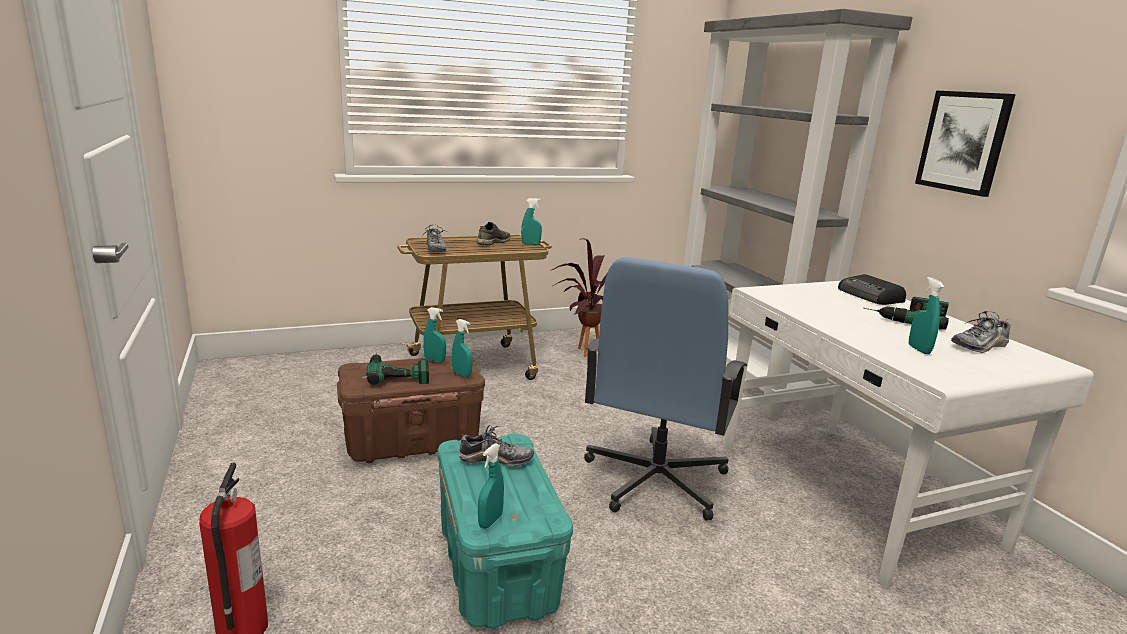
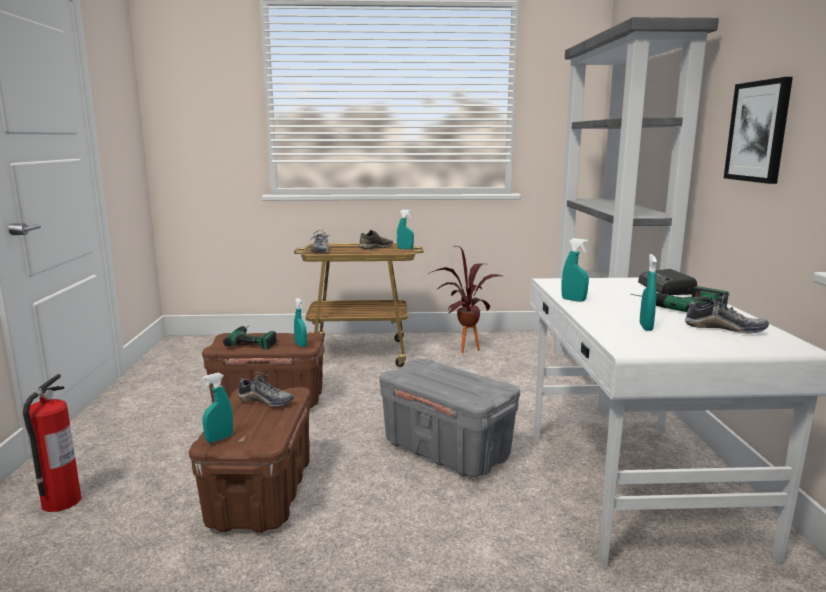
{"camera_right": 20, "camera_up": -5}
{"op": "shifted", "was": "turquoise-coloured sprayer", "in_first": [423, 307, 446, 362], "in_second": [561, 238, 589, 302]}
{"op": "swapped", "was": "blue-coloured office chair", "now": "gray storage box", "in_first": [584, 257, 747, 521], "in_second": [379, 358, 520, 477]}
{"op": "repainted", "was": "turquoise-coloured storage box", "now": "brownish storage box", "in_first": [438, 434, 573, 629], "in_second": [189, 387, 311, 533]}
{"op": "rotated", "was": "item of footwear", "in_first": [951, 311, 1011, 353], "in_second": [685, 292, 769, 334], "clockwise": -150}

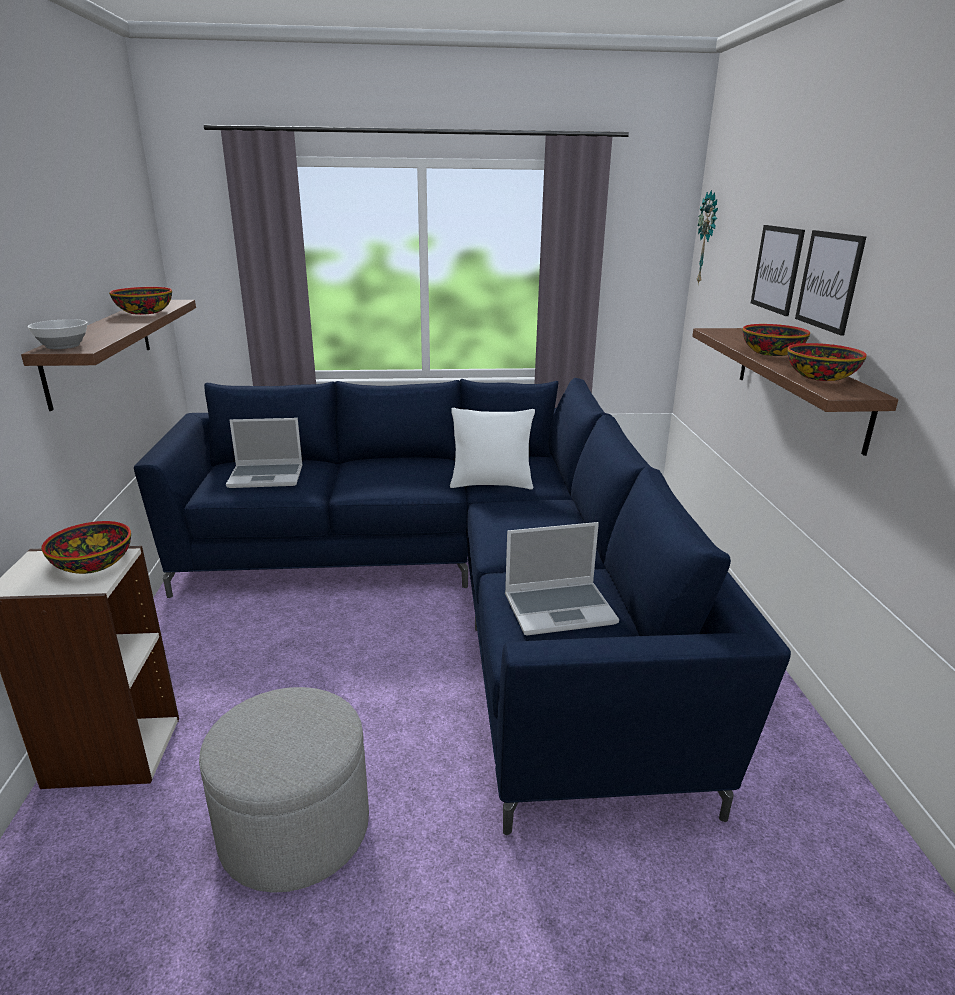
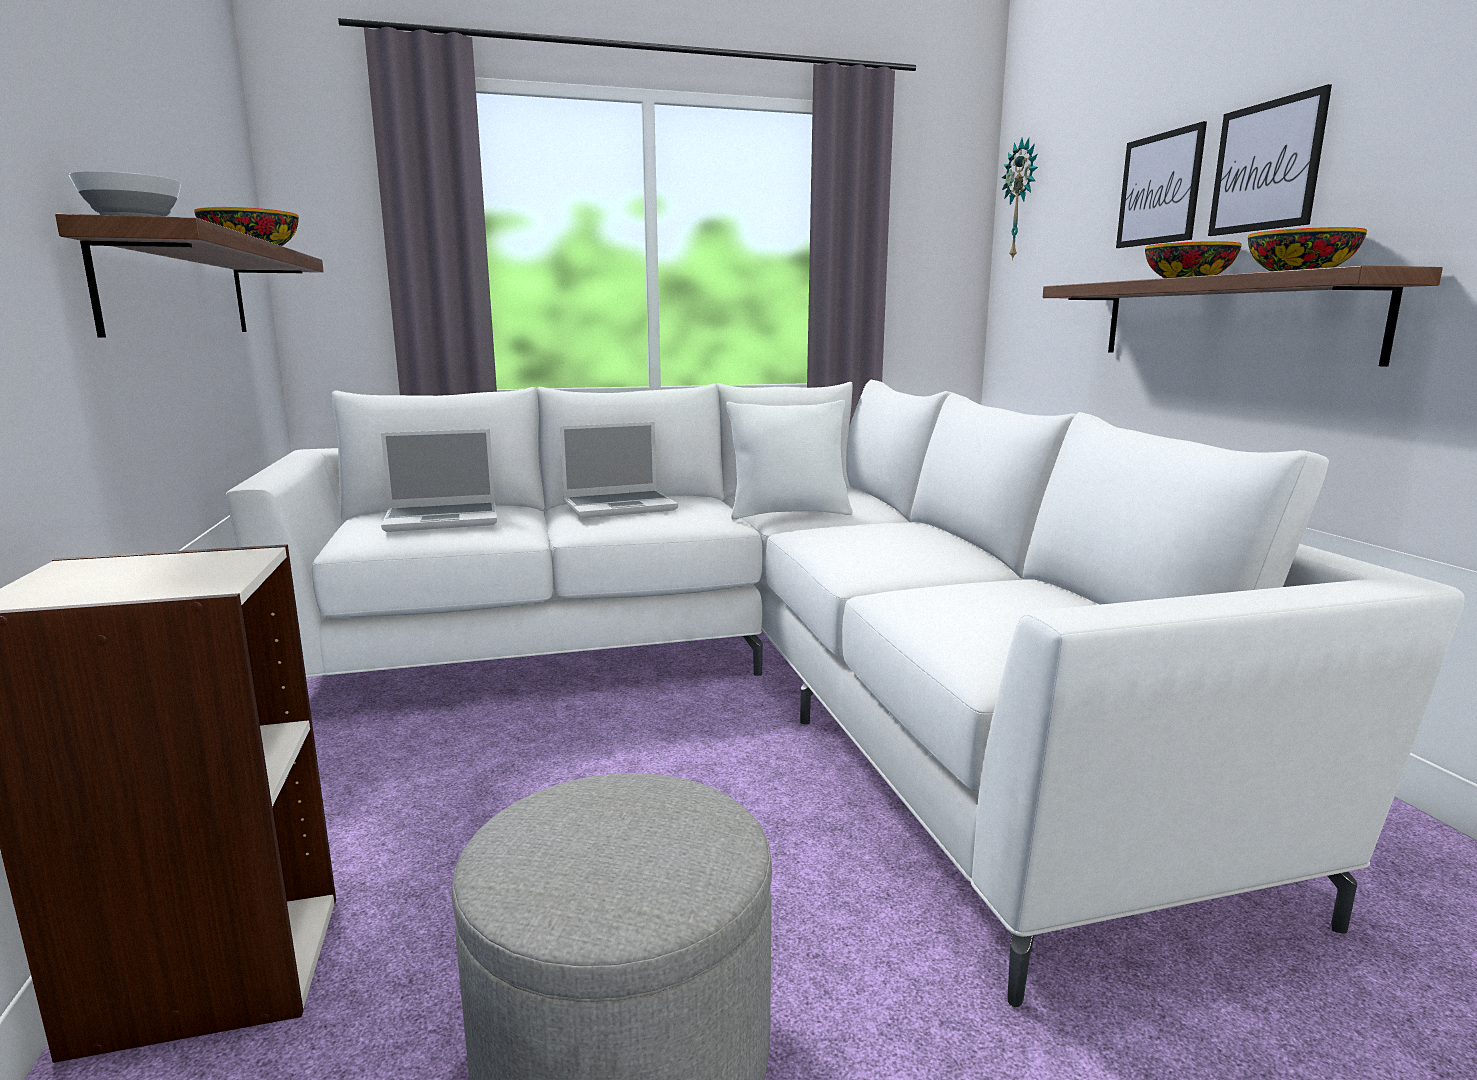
{"camera_right": -10, "camera_up": -10}
{"op": "gone", "was": "serving bowl", "in_first": [41, 521, 131, 574]}
{"op": "shifted", "was": "portable computer", "in_first": [505, 522, 619, 635], "in_second": [560, 422, 678, 518]}
{"op": "repainted", "was": "blue-coloured couch", "now": "whitish couch", "in_first": [134, 378, 791, 835], "in_second": [226, 379, 1465, 1007]}

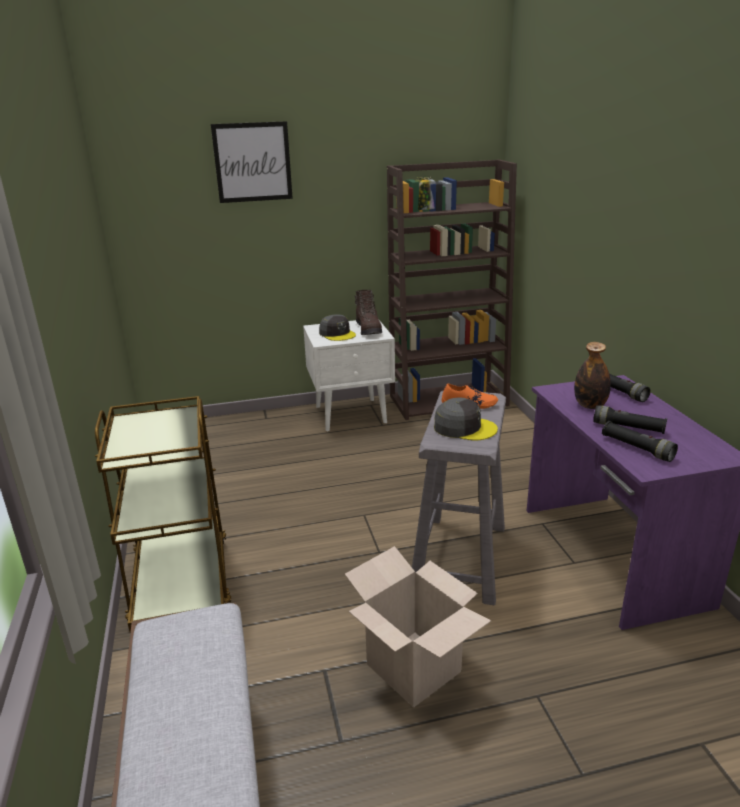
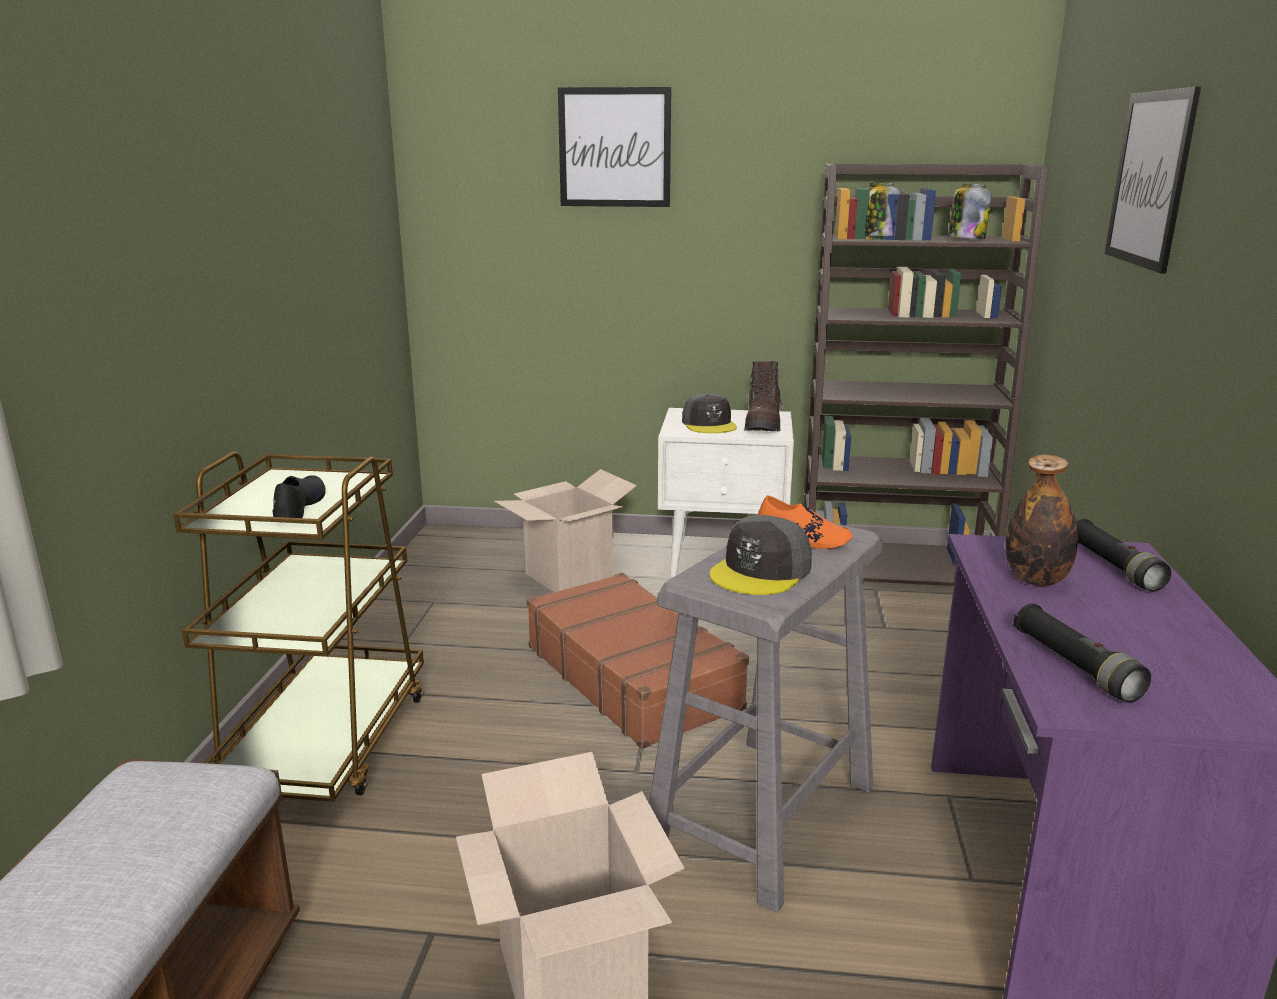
{"camera_right": 20, "camera_up": -5}
{"op": "gone", "was": "black-coloured hand torch", "in_first": [593, 405, 667, 434]}
{"op": "new", "now": "black-coloured item of footwear", "in_second": [272, 475, 326, 518]}
{"op": "new", "now": "packing box", "in_second": [494, 469, 637, 592]}
{"op": "new", "now": "brownish piece of luggage", "in_second": [527, 573, 749, 749]}
{"op": "new", "now": "jar", "in_second": [948, 183, 992, 239]}
{"op": "new", "now": "wall art", "in_second": [1105, 87, 1201, 274]}
{"op": "rotated", "was": "gray peaked cap", "in_first": [434, 397, 498, 441], "in_second": [710, 515, 812, 595], "clockwise": 90}

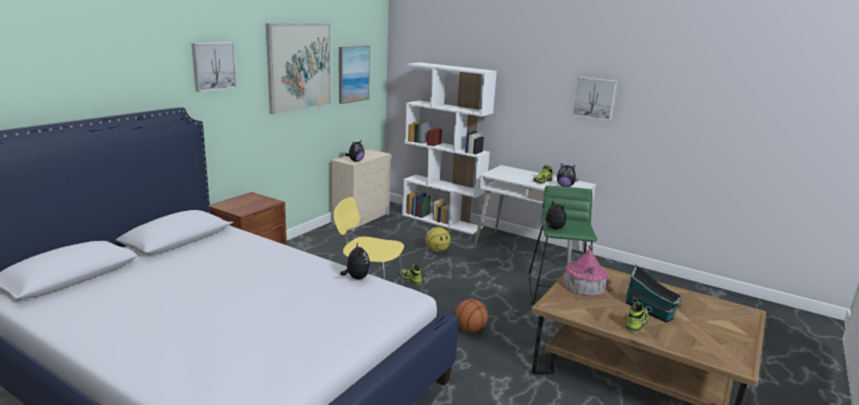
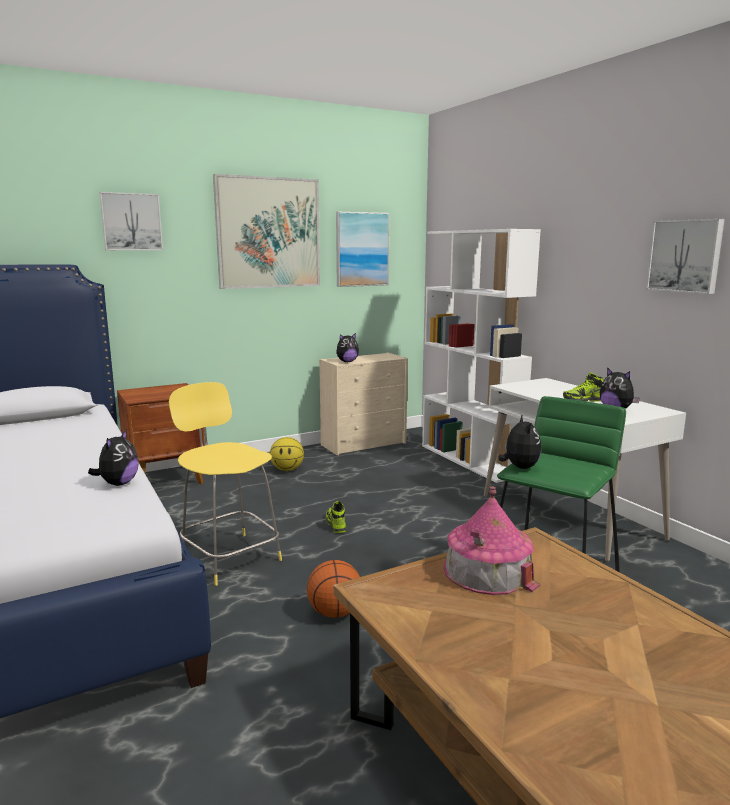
{"camera_right": 30, "camera_up": -5}
{"op": "gone", "was": "toy house", "in_first": [625, 264, 683, 323]}
{"op": "gone", "was": "item of footwear", "in_first": [626, 302, 648, 333]}
{"op": "shifted", "was": "ball for basketball", "in_first": [425, 227, 451, 252], "in_second": [270, 437, 304, 471]}

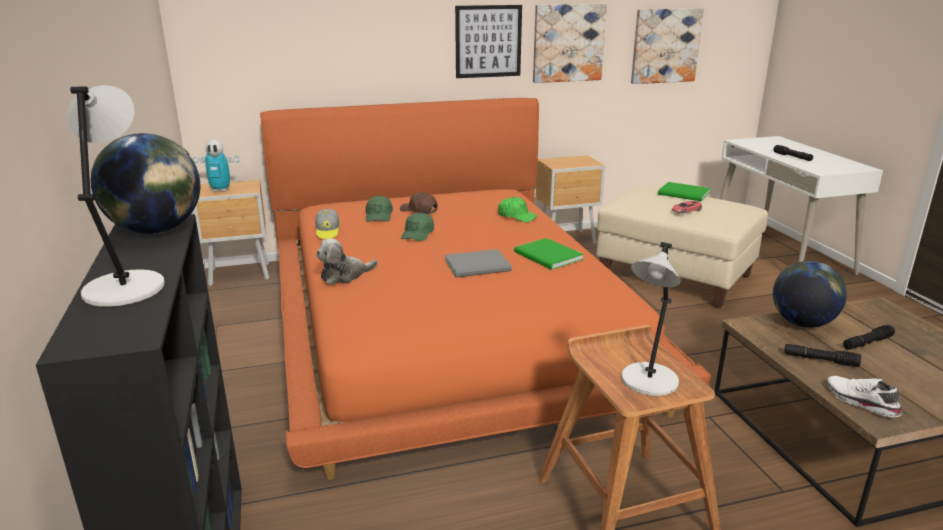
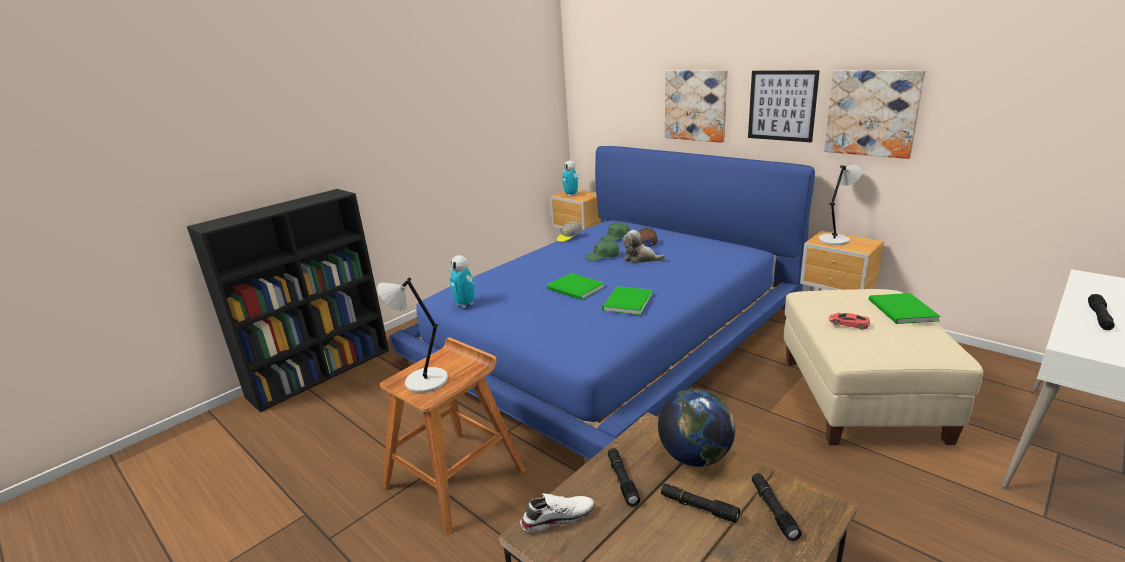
{"camera_right": 60, "camera_up": 0}
{"op": "gone", "was": "desk globe", "in_first": [91, 133, 200, 234]}
{"op": "gone", "was": "greenish peaked cap", "in_first": [498, 197, 538, 222]}
{"op": "new", "now": "toy robot", "in_second": [448, 255, 475, 308]}
{"op": "new", "now": "black-coloured hand torch", "in_second": [752, 473, 802, 541]}
{"op": "shifted", "was": "gray table lamp", "in_first": [67, 85, 165, 307], "in_second": [819, 164, 862, 245]}
{"op": "shifted", "was": "cuddly toy", "in_first": [316, 238, 378, 285], "in_second": [623, 230, 665, 263]}
{"op": "shifted", "was": "wall art", "in_first": [631, 8, 704, 84], "in_second": [665, 70, 728, 143]}
{"op": "repainted", "was": "orange-coloured bedroom bed", "now": "blue-coloured bedroom bed", "in_first": [260, 98, 711, 480], "in_second": [389, 146, 815, 464]}
{"op": "repainted", "was": "gray bound book", "now": "greenish bound book", "in_first": [445, 249, 512, 277], "in_second": [547, 273, 604, 300]}
{"op": "rotated", "was": "whitish item of footwear", "in_first": [828, 376, 902, 417], "in_second": [520, 493, 594, 533], "clockwise": 45}

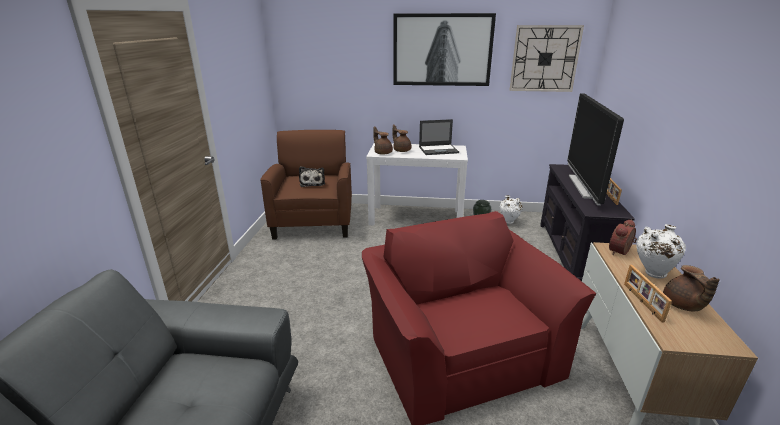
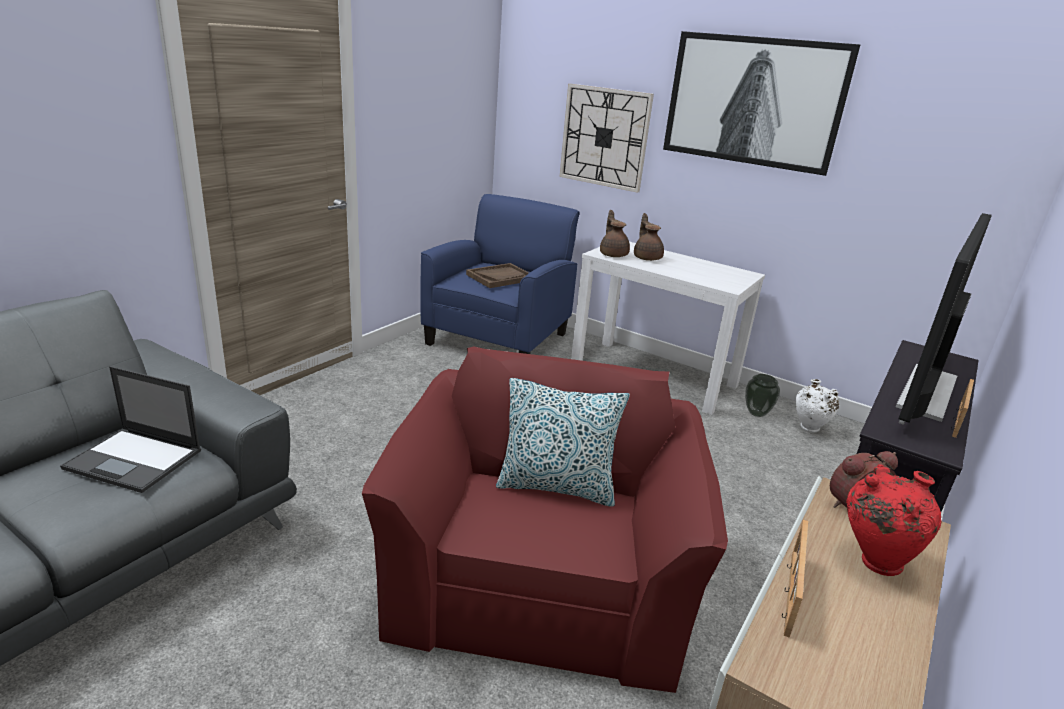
{"camera_right": 25, "camera_up": 0}
{"op": "gone", "was": "brownish tea pot", "in_first": [663, 265, 720, 311]}
{"op": "new", "now": "pillow", "in_second": [496, 378, 630, 507]}
{"op": "shifted", "was": "portable computer", "in_first": [419, 119, 459, 155], "in_second": [60, 366, 201, 493]}
{"op": "shifted", "was": "hanging clock", "in_first": [510, 25, 584, 92], "in_second": [560, 84, 654, 193]}
{"op": "swapped", "was": "cuddly toy", "now": "brownish tray", "in_first": [299, 166, 325, 187], "in_second": [466, 263, 529, 288]}
{"op": "repainted", "was": "brownish lounge chair", "now": "blue-coloured lounge chair", "in_first": [260, 130, 352, 239], "in_second": [420, 194, 580, 354]}
{"op": "repainted", "was": "whitish flower vase", "now": "red-coloured flower vase", "in_first": [636, 224, 686, 279], "in_second": [846, 464, 942, 576]}

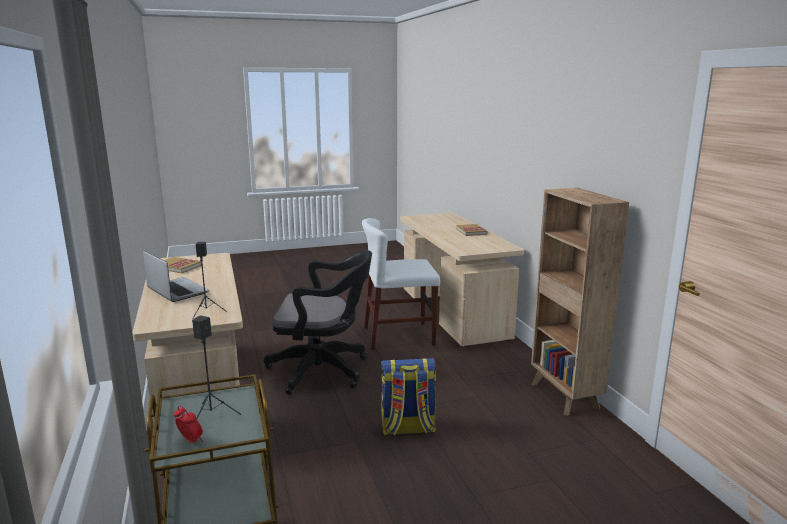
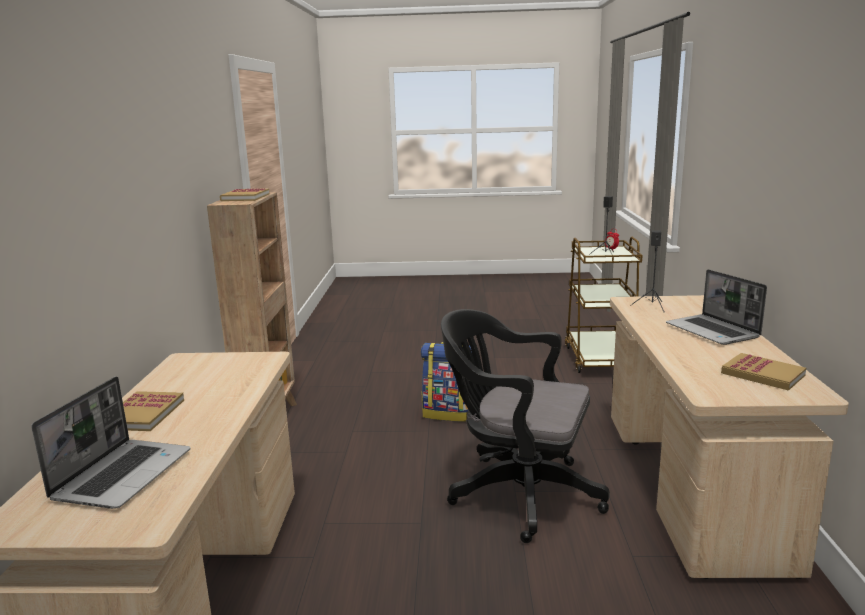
{"camera_right": -160, "camera_up": 0}
{"op": "gone", "was": "whitish plain chair", "in_first": [362, 218, 440, 350]}
{"op": "new", "now": "portable computer", "in_second": [31, 376, 191, 509]}
{"op": "new", "now": "bound book", "in_second": [220, 188, 270, 201]}

